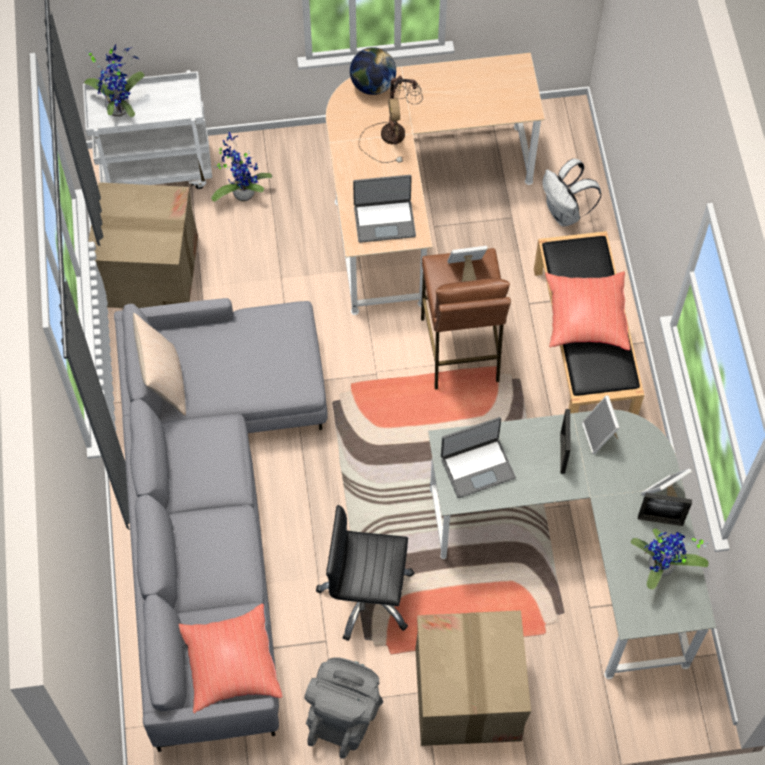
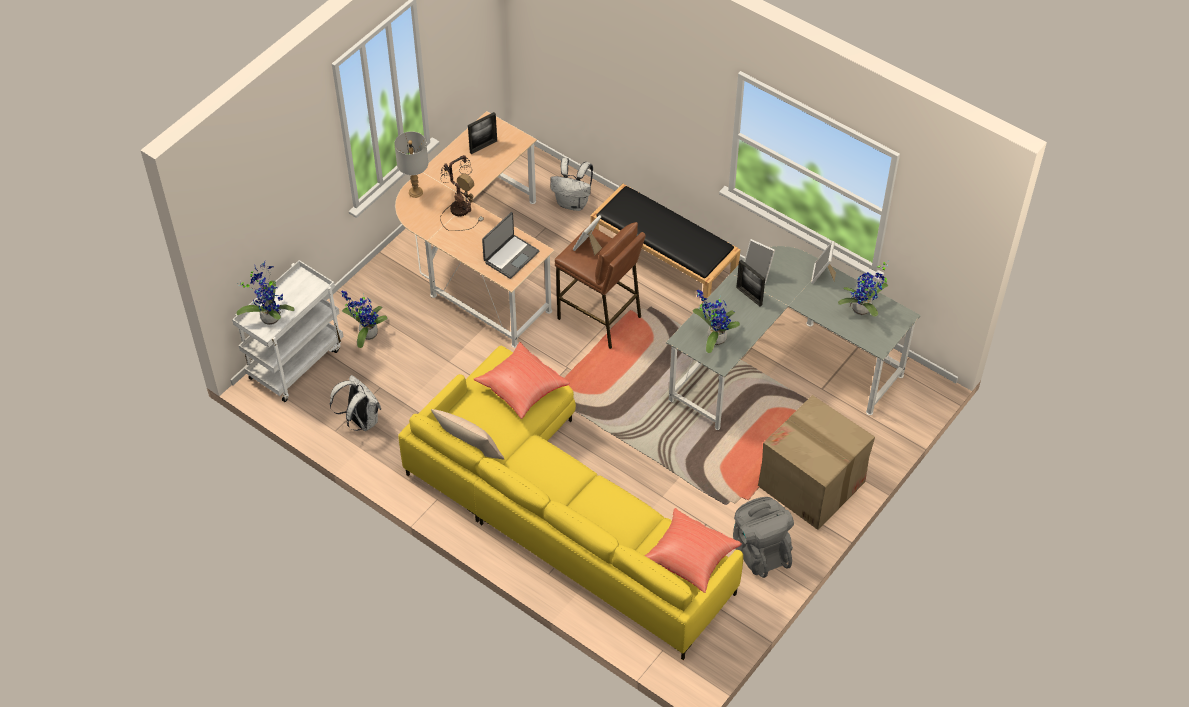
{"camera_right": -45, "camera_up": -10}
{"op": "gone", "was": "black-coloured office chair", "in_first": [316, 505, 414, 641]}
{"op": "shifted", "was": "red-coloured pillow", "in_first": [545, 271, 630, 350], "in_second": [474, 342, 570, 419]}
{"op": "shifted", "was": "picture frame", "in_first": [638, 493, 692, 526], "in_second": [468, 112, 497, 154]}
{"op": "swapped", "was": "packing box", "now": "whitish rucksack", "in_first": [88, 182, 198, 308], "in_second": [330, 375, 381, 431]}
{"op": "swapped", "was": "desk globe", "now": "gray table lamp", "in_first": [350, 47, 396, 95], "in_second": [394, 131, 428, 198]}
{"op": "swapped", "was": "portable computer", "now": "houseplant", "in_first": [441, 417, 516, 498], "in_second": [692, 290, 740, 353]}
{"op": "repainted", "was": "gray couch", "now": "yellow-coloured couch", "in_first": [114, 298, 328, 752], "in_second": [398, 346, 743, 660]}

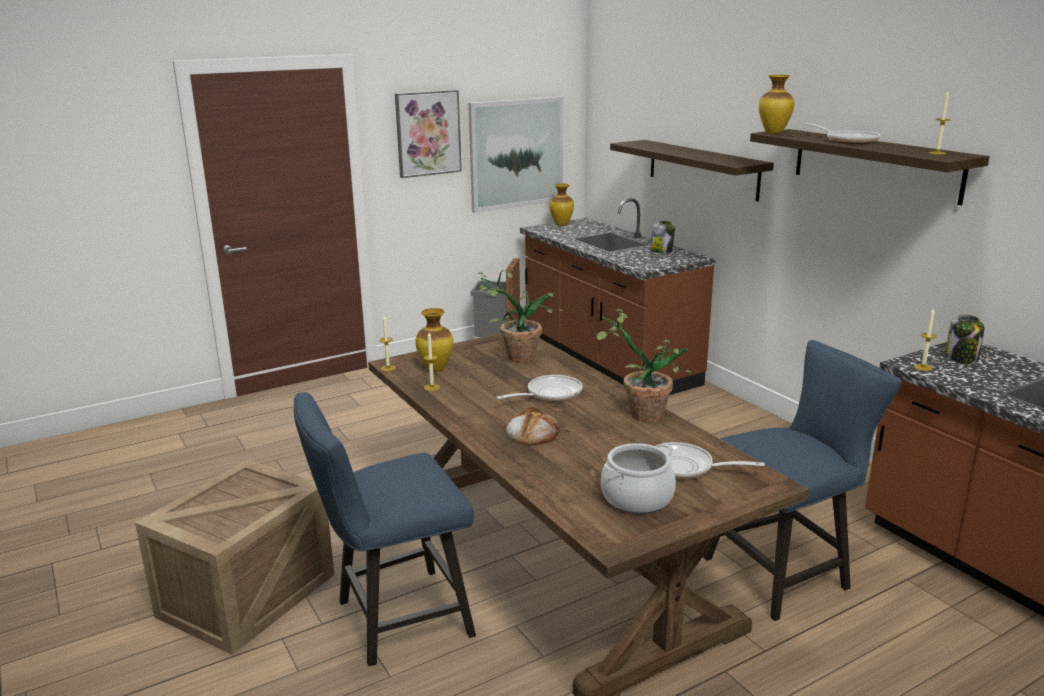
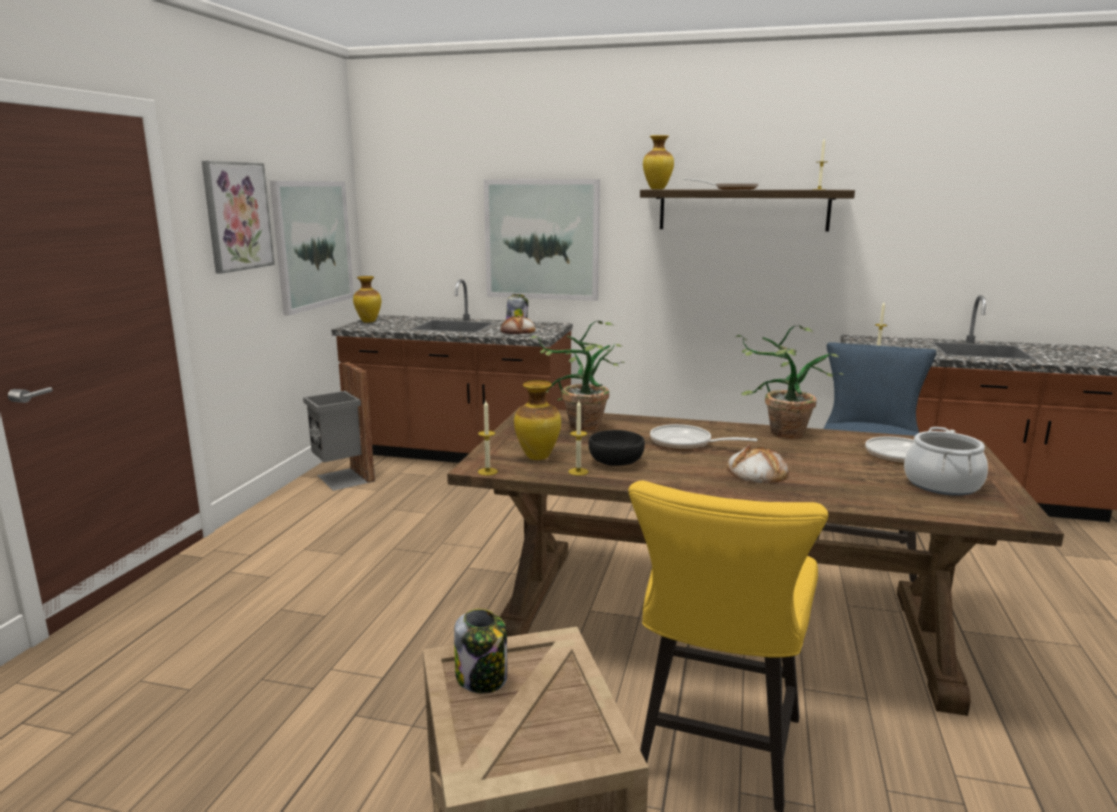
{"camera_right": -45, "camera_up": -5}
{"op": "new", "now": "bakery bread", "in_second": [501, 315, 535, 334]}
{"op": "new", "now": "black-coloured serving bowl", "in_second": [589, 430, 645, 466]}
{"op": "shifted", "was": "jar", "in_first": [945, 314, 984, 364], "in_second": [454, 609, 507, 693]}
{"op": "swapped", "was": "bracket shelf", "now": "wall art", "in_first": [610, 140, 774, 201], "in_second": [484, 179, 600, 301]}
{"op": "repainted", "was": "blue-coloured plain chair", "now": "yellow-coloured plain chair", "in_first": [294, 392, 476, 666], "in_second": [629, 481, 828, 812]}
{"op": "rotated", "was": "frying pan", "in_first": [496, 375, 583, 402], "in_second": [650, 424, 758, 450], "clockwise": -75}

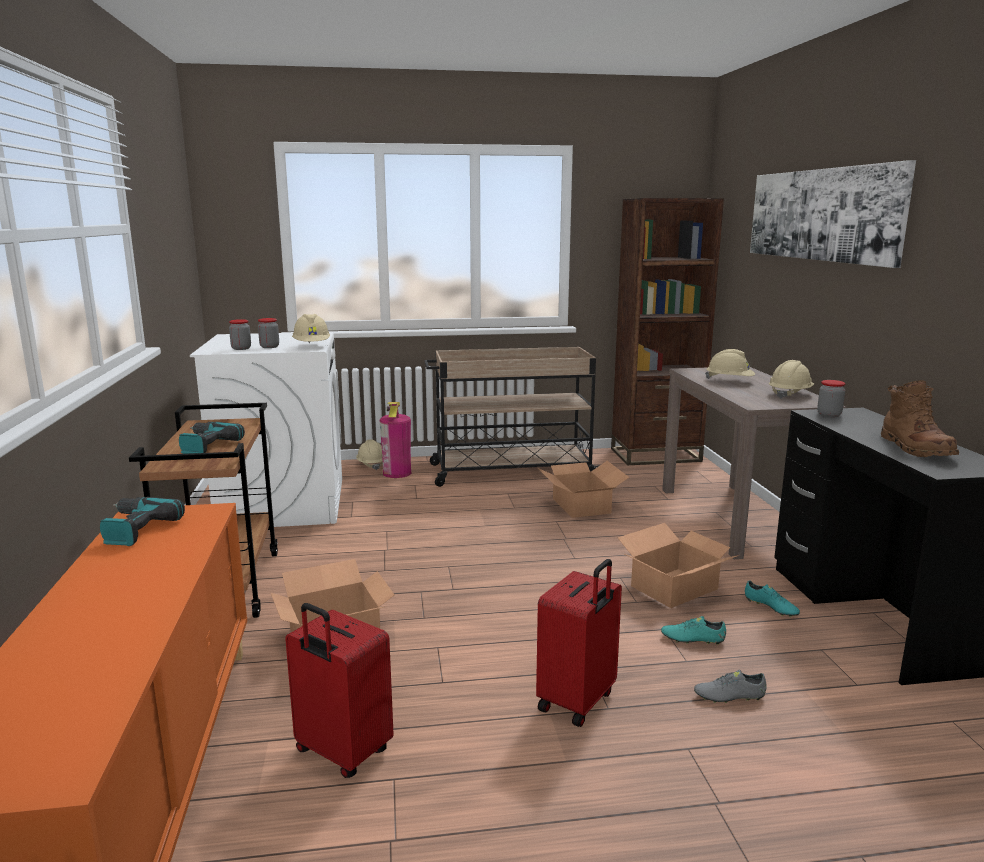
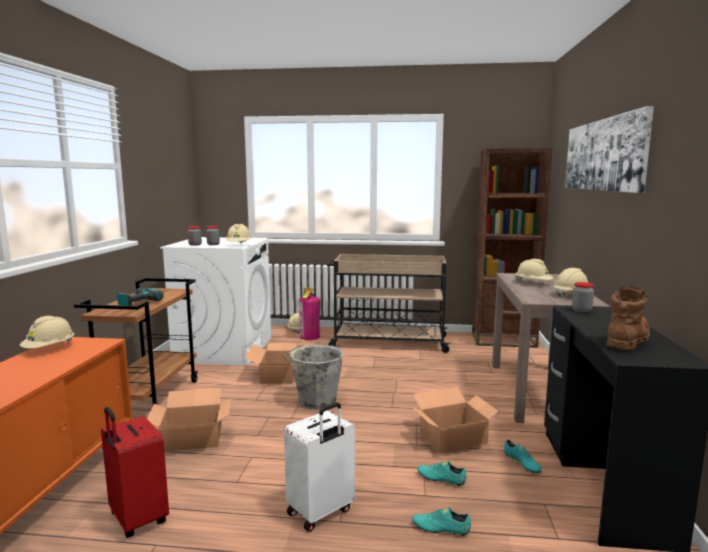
{"camera_right": 15, "camera_up": -5}
{"op": "new", "now": "gray pail", "in_second": [284, 345, 344, 410]}
{"op": "shifted", "was": "packing box", "in_first": [538, 461, 629, 518], "in_second": [245, 343, 309, 384]}
{"op": "swapped", "was": "electric drill", "now": "beige safety helmet", "in_first": [100, 497, 185, 546], "in_second": [20, 316, 74, 348]}
{"op": "repainted", "was": "red-coloured piece of luggage", "now": "whitish piece of luggage", "in_first": [536, 559, 622, 727], "in_second": [284, 402, 355, 532]}
{"op": "repainted", "was": "gray item of footwear", "now": "turquoise-coloured item of footwear", "in_first": [694, 670, 766, 703], "in_second": [412, 508, 471, 537]}
{"op": "rotated", "was": "brownish tall boot", "in_first": [881, 380, 959, 457], "in_second": [607, 286, 650, 350], "clockwise": -150}

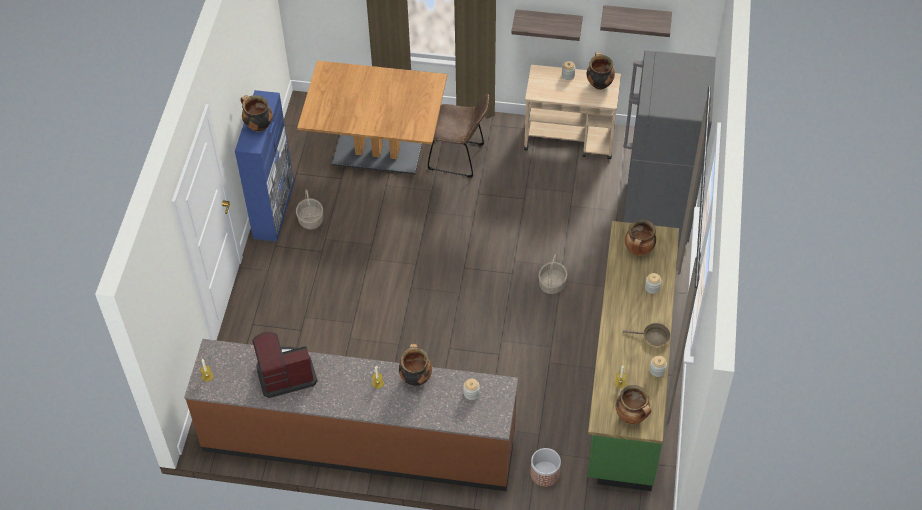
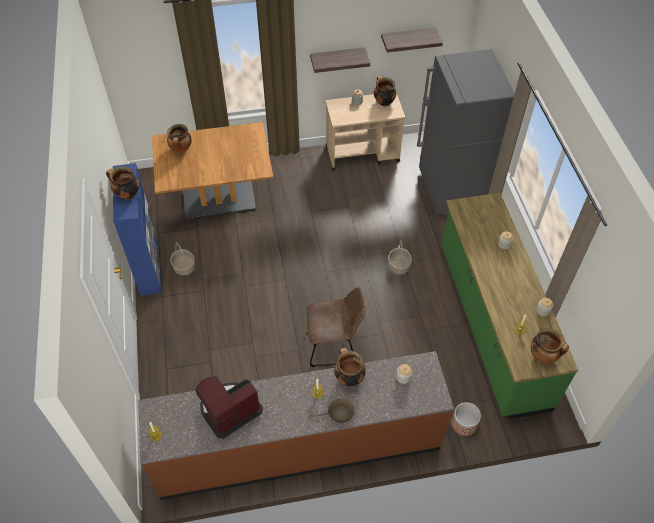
{"camera_right": -20, "camera_up": 0}
{"op": "shifted", "was": "brownish plain chair", "in_first": [428, 94, 489, 178], "in_second": [307, 287, 365, 367]}
{"op": "shifted", "was": "brownish frying pan", "in_first": [623, 323, 670, 346], "in_second": [308, 399, 354, 423]}
{"op": "shifted", "was": "cooking pot", "in_first": [625, 219, 656, 256], "in_second": [167, 124, 192, 153]}

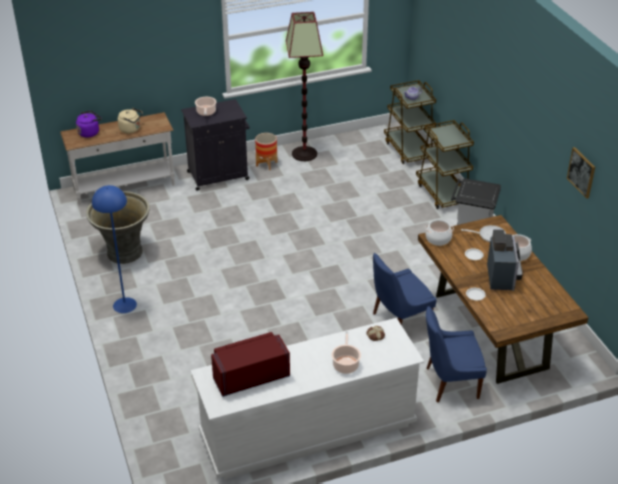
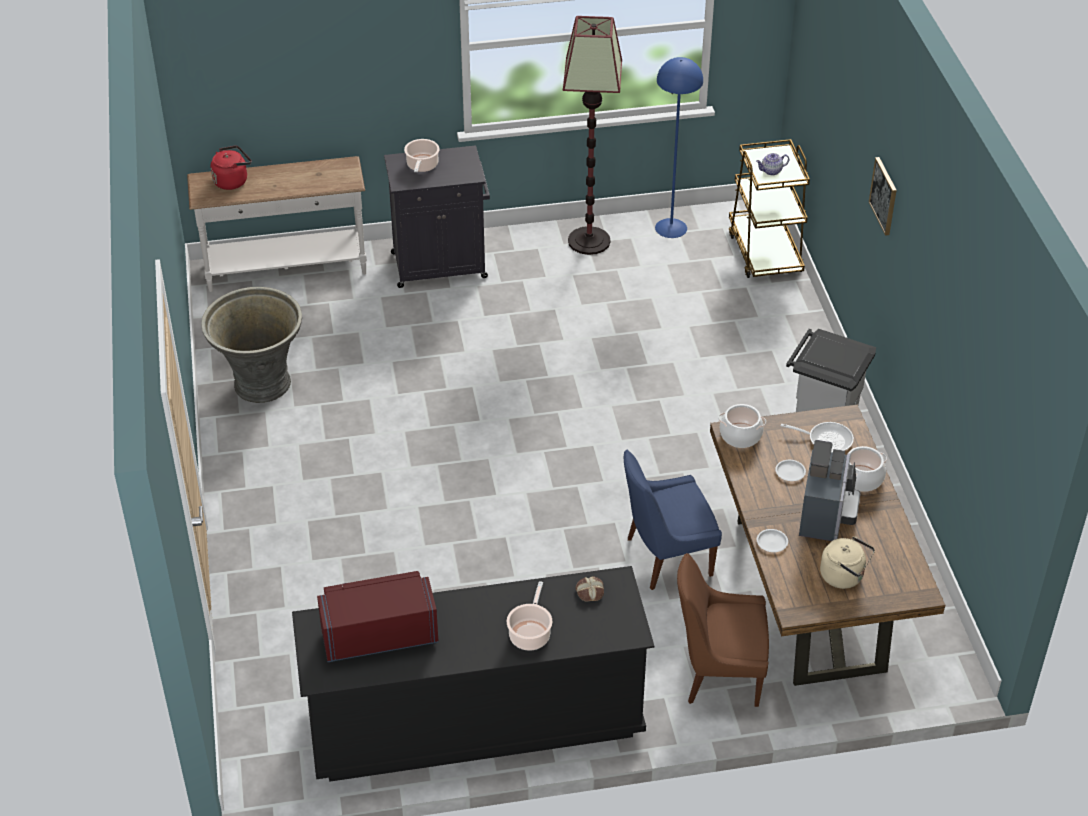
{"camera_right": 10, "camera_up": 5}
{"op": "gone", "was": "plant pot", "in_first": [255, 133, 278, 170]}
{"op": "gone", "was": "brownish trolley", "in_first": [416, 120, 474, 209]}
{"op": "shifted", "was": "blue-coloured standard lamp", "in_first": [92, 185, 137, 313], "in_second": [655, 57, 703, 238]}
{"op": "shifted", "was": "beige water kettle", "in_first": [118, 108, 143, 134], "in_second": [820, 537, 875, 589]}
{"op": "shifted", "was": "wall art", "in_first": [567, 147, 595, 199], "in_second": [869, 157, 897, 236]}
{"op": "repainted", "was": "purple-coloured water kettle", "now": "red-coloured water kettle", "in_first": [76, 111, 102, 138], "in_second": [210, 146, 252, 190]}
{"op": "repainted", "was": "whitish drawer chest", "now": "black-coloured drawer chest", "in_first": [191, 318, 424, 480], "in_second": [292, 566, 654, 782]}
{"op": "repainted", "was": "blue-coloured plain chair", "now": "brownish plain chair", "in_first": [426, 306, 487, 403], "in_second": [677, 553, 769, 707]}

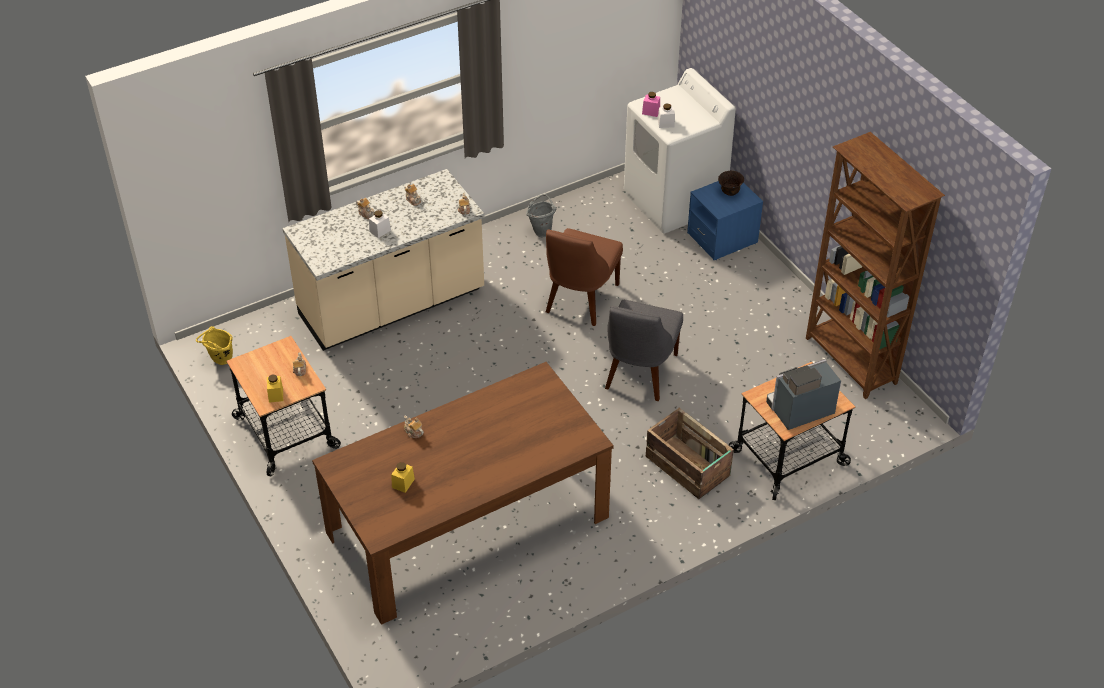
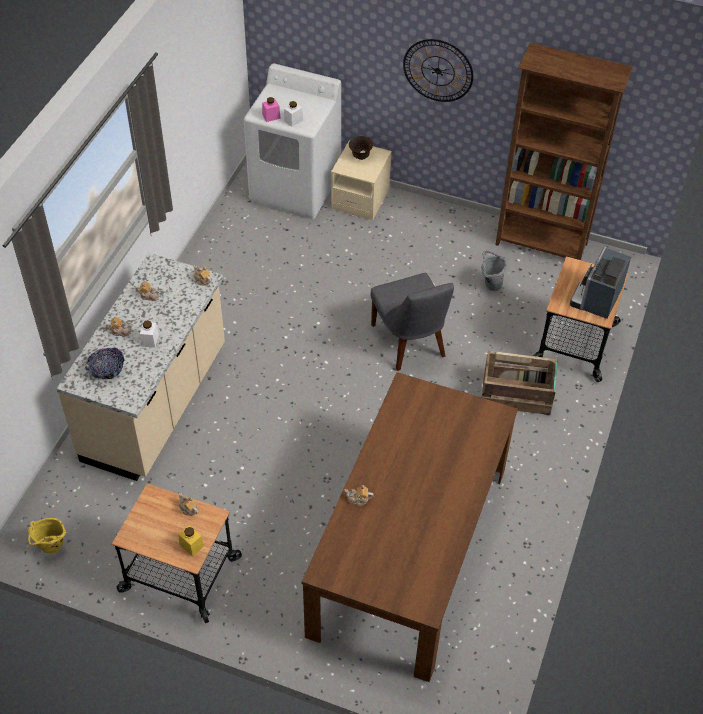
{"camera_right": -40, "camera_up": 5}
{"op": "gone", "was": "yellow-coloured jar", "in_first": [391, 462, 415, 493]}
{"op": "gone", "was": "brownish plain chair", "in_first": [546, 228, 623, 326]}
{"op": "new", "now": "serving bowl", "in_second": [85, 348, 125, 379]}
{"op": "new", "now": "hanging clock", "in_second": [403, 39, 473, 102]}
{"op": "shifted", "was": "gray pail", "in_first": [526, 194, 557, 237], "in_second": [481, 251, 506, 291]}
{"op": "repainted", "was": "blue-coloured night table", "now": "beige night table", "in_first": [687, 181, 763, 260], "in_second": [331, 140, 392, 221]}

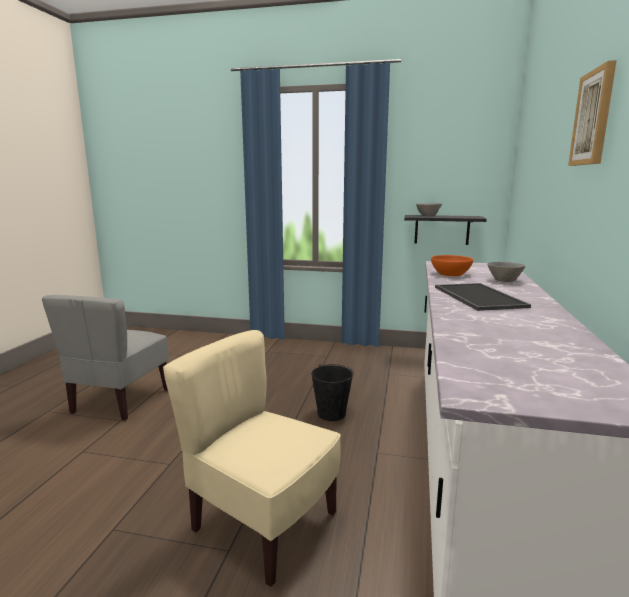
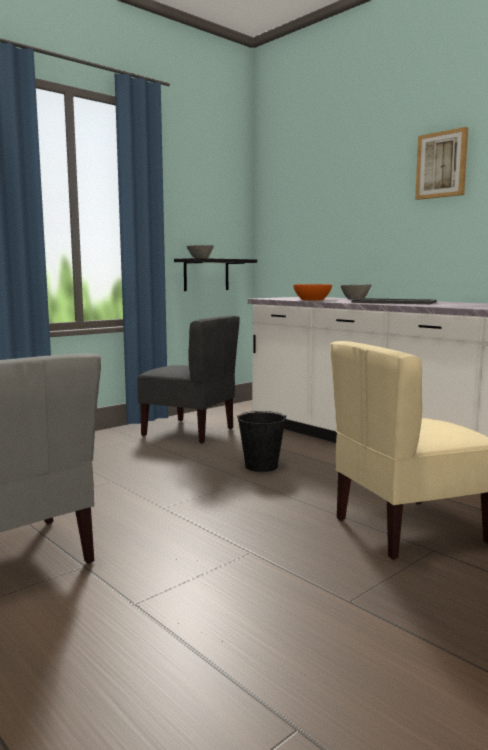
{"camera_right": -55, "camera_up": -5}
{"op": "new", "now": "gray plain chair", "in_second": [137, 316, 240, 444]}

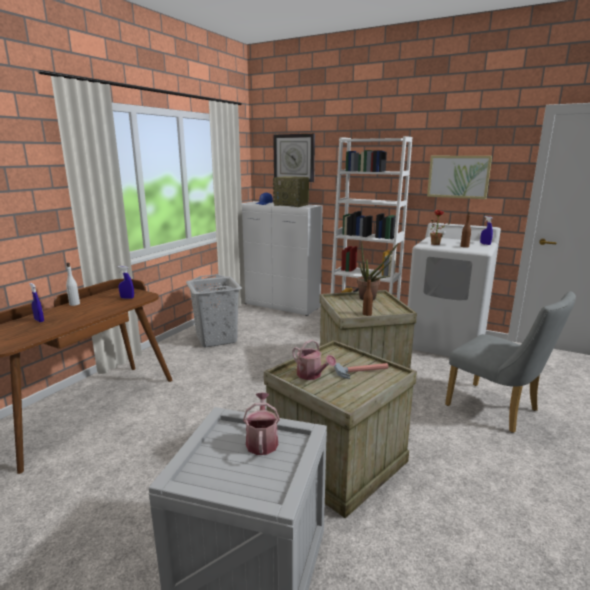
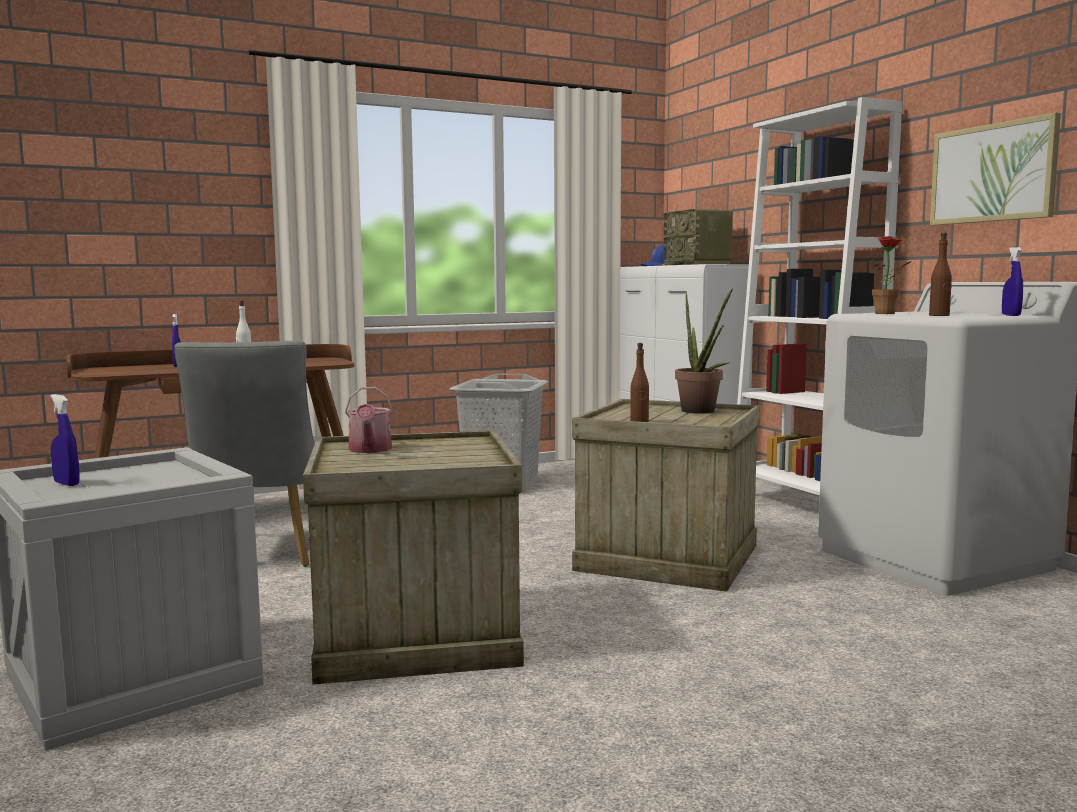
{"camera_right": 35, "camera_up": -10}
{"op": "gone", "was": "watering can", "in_first": [243, 393, 280, 455]}
{"op": "gone", "was": "hanging clock", "in_first": [273, 134, 315, 182]}
{"op": "gone", "was": "hammer", "in_first": [334, 363, 389, 379]}
{"op": "shifted", "was": "blue-coloured sprayer", "in_first": [118, 266, 134, 299], "in_second": [50, 394, 80, 486]}
{"op": "shifted", "was": "gray plain chair", "in_first": [445, 291, 576, 433], "in_second": [174, 341, 317, 567]}

